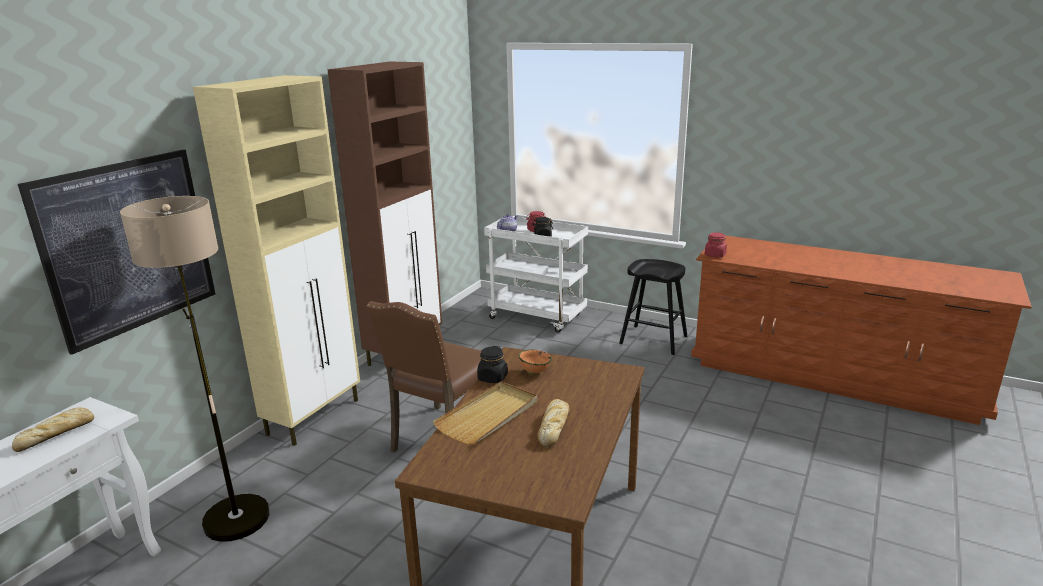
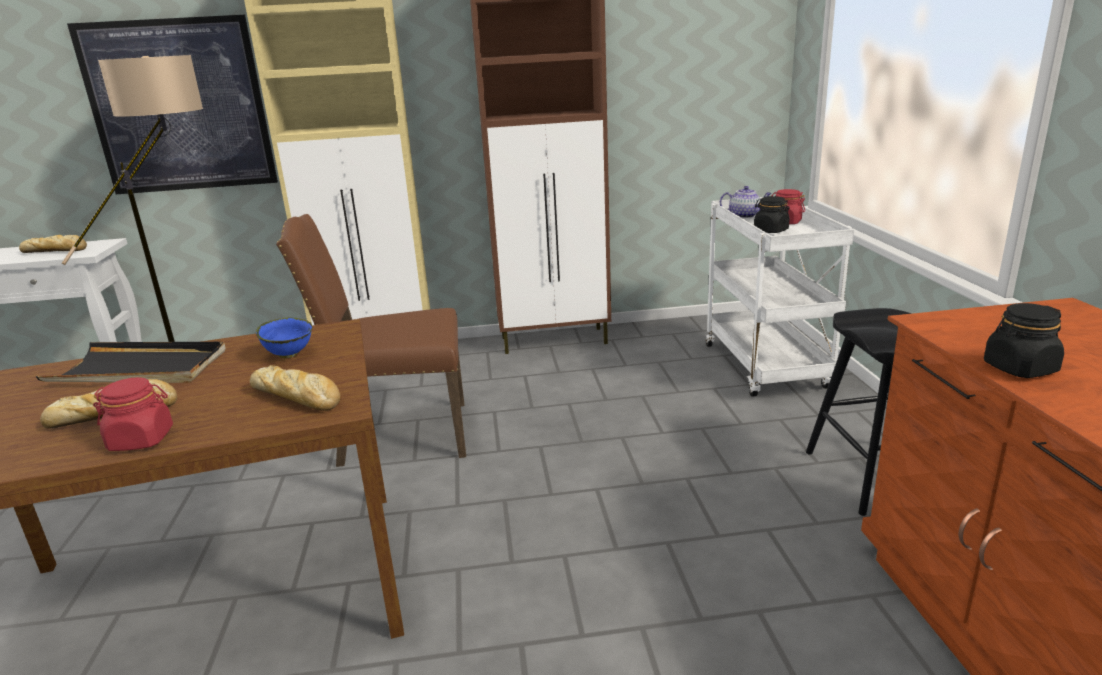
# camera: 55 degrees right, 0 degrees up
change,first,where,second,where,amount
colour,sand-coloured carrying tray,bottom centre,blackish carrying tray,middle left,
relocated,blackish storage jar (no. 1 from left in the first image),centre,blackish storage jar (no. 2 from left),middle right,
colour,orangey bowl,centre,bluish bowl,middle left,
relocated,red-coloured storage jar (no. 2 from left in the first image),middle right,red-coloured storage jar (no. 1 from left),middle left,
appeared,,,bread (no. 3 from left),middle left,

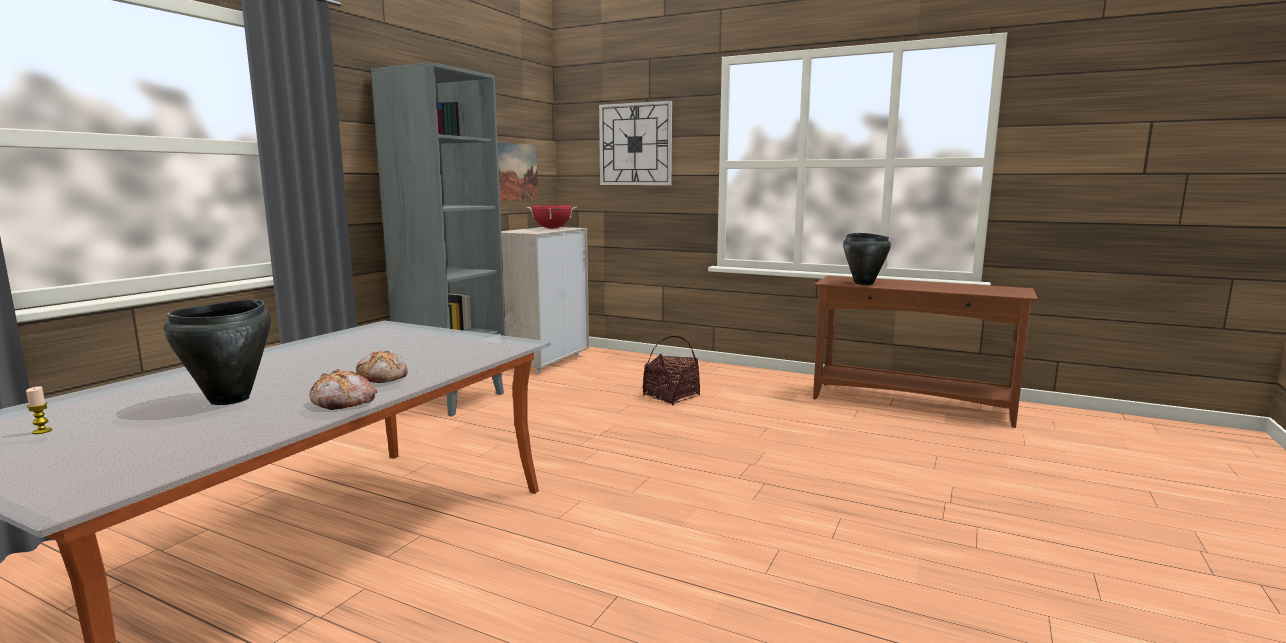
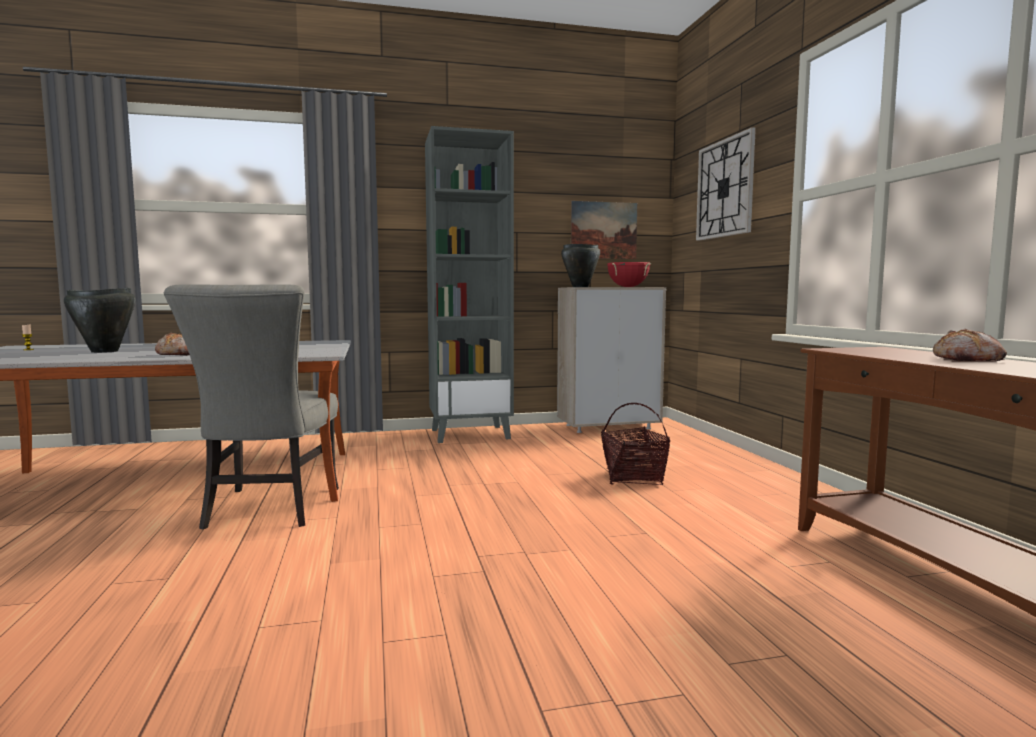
# camera: 50 degrees right, 5 degrees down
change,first,where,second,where,amount
relocated,bread (no. 1 from left in the first image),middle left,bread (no. 2 from left),middle right,
relocated,blackish cooking pot (no. 2 from left),middle right,,centre,
appeared,,,grey plain chair,middle left,

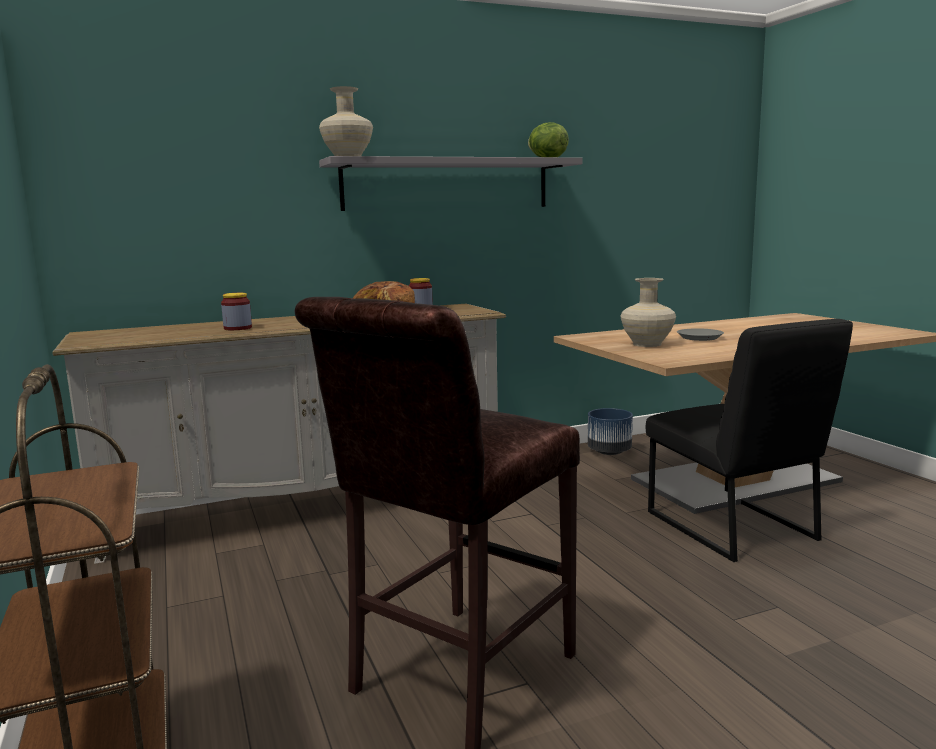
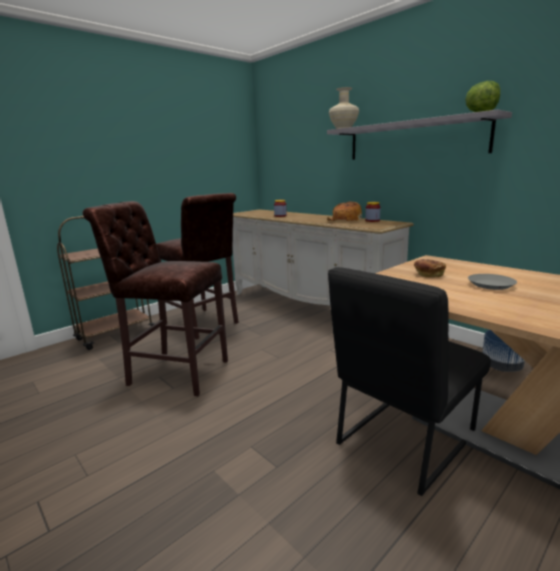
# camera: 70 degrees right, 5 degrees up
change,first,where,second,where,amount
exchanged,sand-coloured decorative vase (no. 2 from left),middle right,bread (no. 2 from left),middle right,
appeared,,,brownish sitting stool (no. 2 from left),centre,

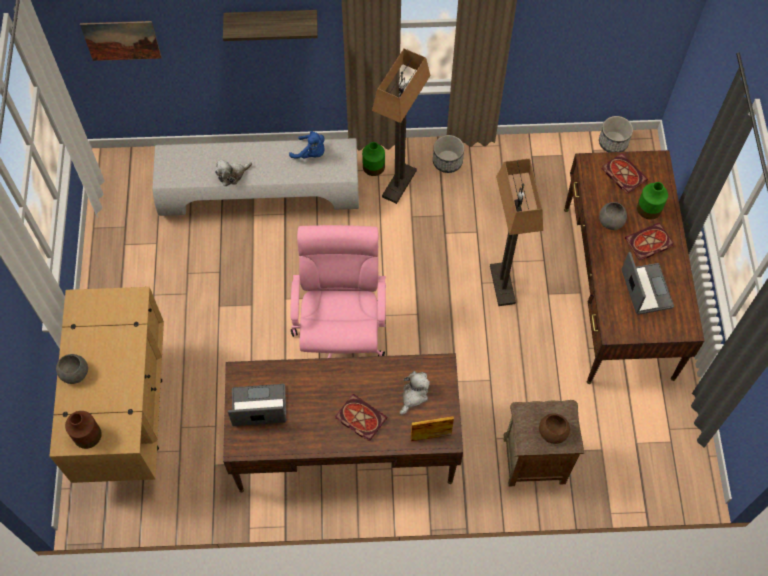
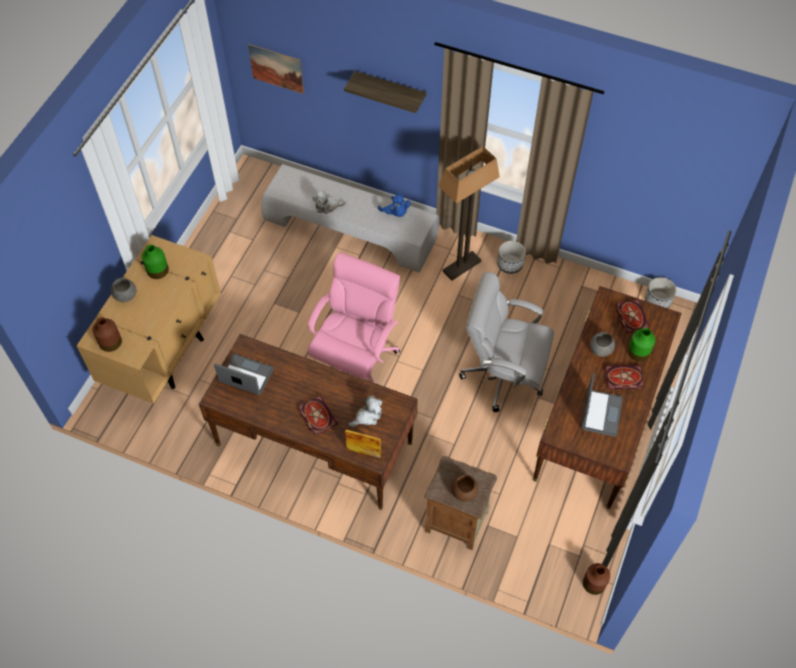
# camera: 25 degrees right, 5 degrees down
change,first,where,second,where,amount
relocated,greenish decorative vase (no. 1 from left),top centre,,middle left,
exchanged,standard lamp (no. 2 from left),middle right,grey desk chair,centre,
appeared,,,brownish decorative vase (no. 2 from left),bottom right,

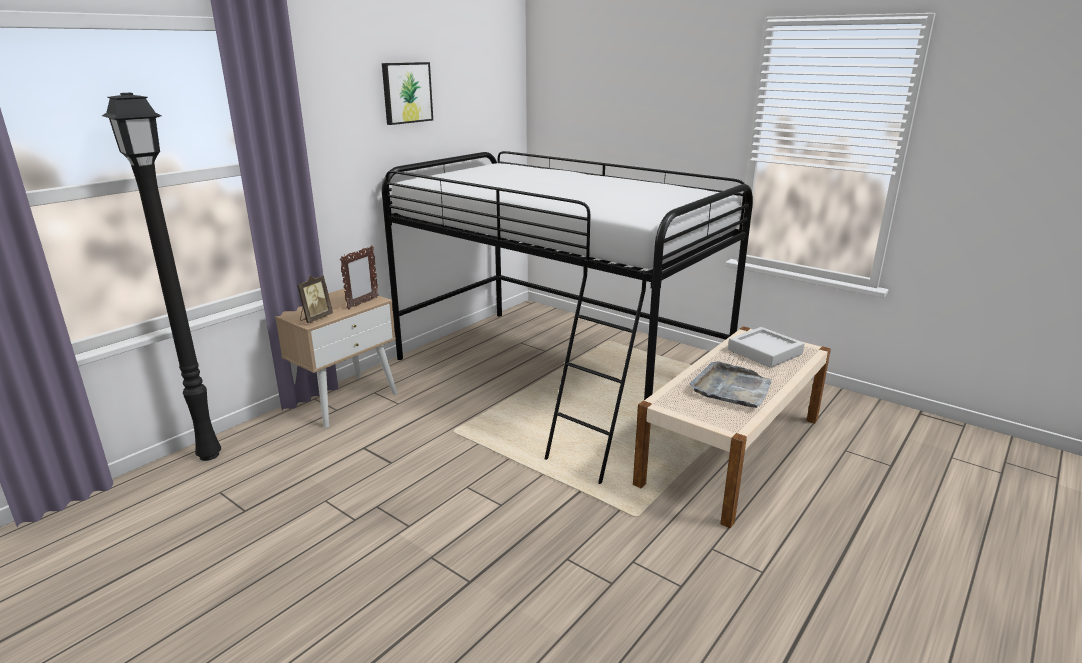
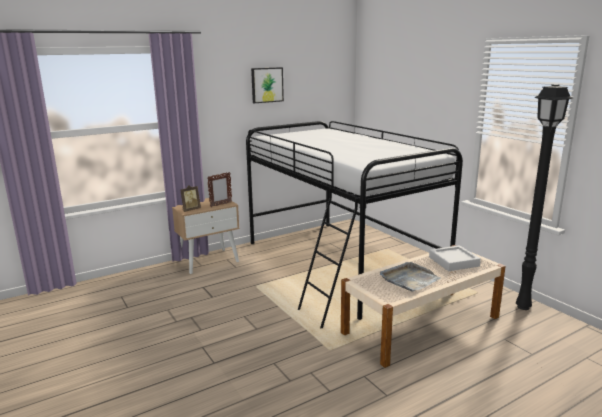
# camera: 20 degrees right, 5 degrees down
change,first,where,second,where,amount
relocated,blackish standard lamp,middle left,,middle right,

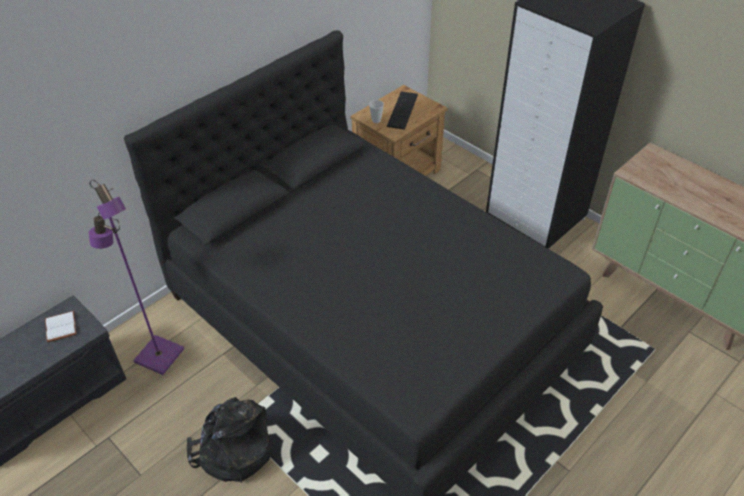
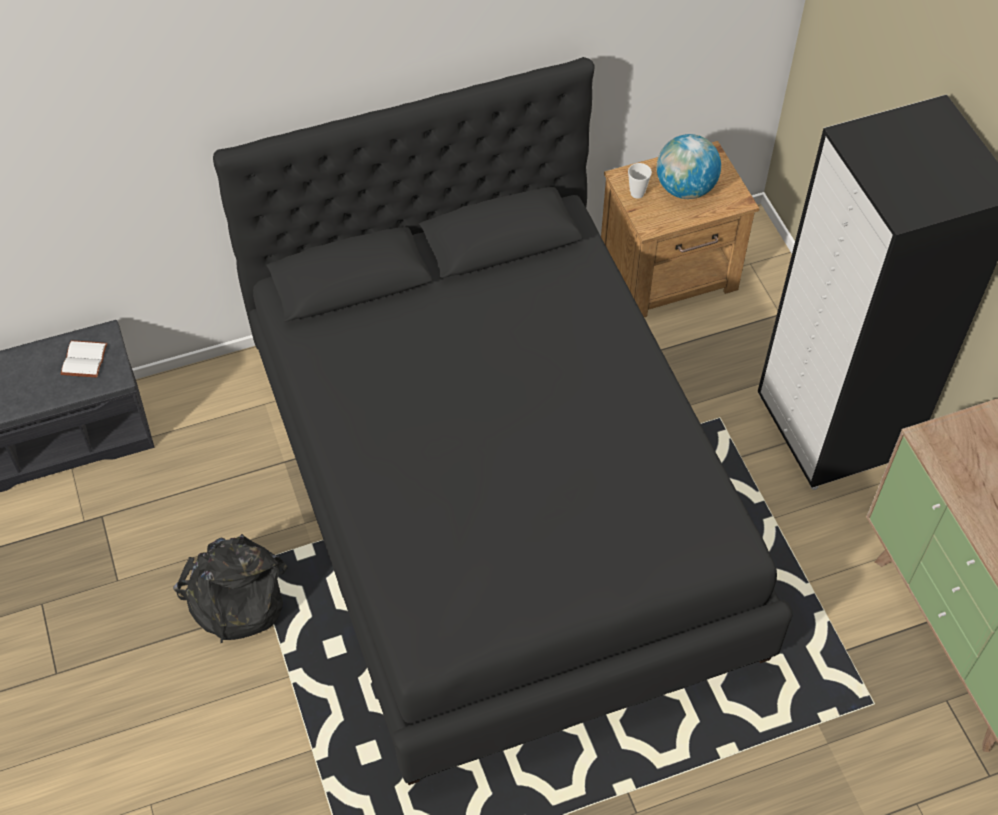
# camera: 25 degrees right, 10 degrees up
change,first,where,second,where,amount
missing,purple standard lamp,middle left,,,
exchanged,keyboard,top centre,desk globe,top right,

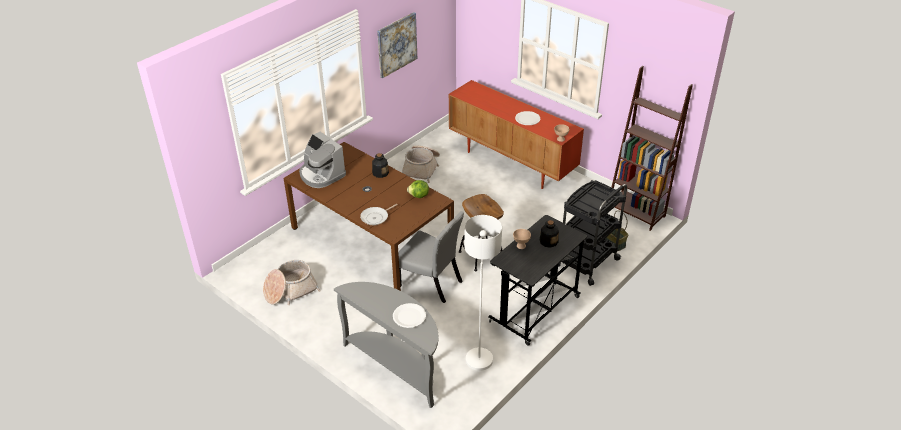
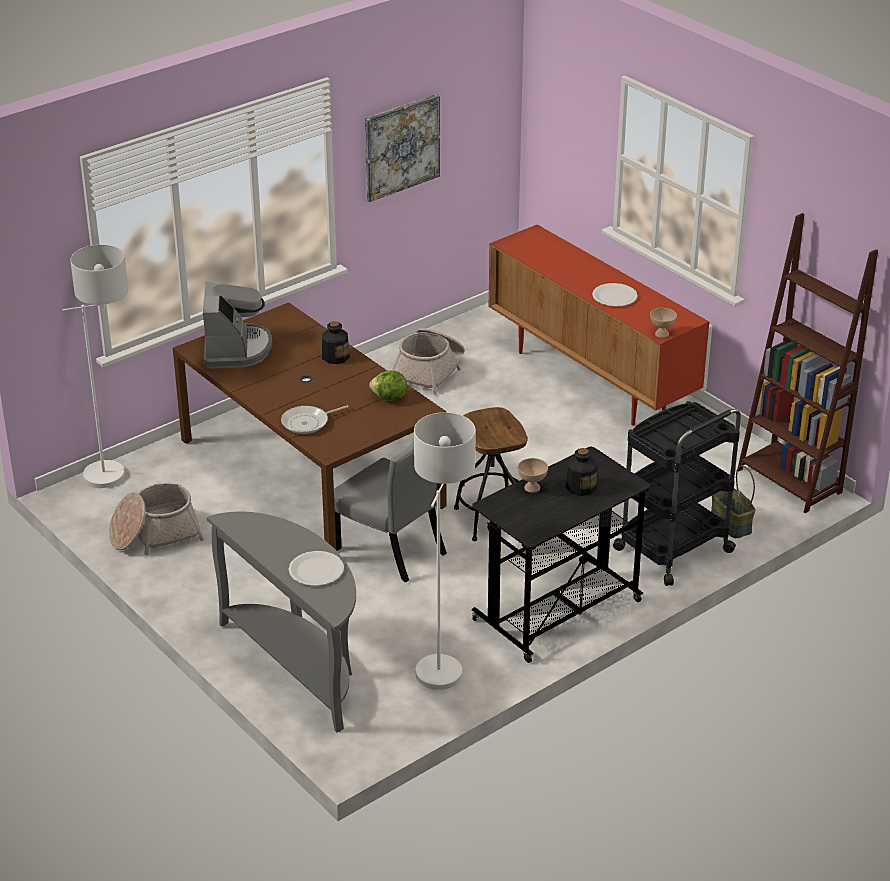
# camera: 10 degrees right, 5 degrees down
change,first,where,second,where,amount
spun,coffee machine,centre,,middle left,150 degrees counterclockwise
appeared,,,whitish standard lamp (no. 1 from left),middle left,

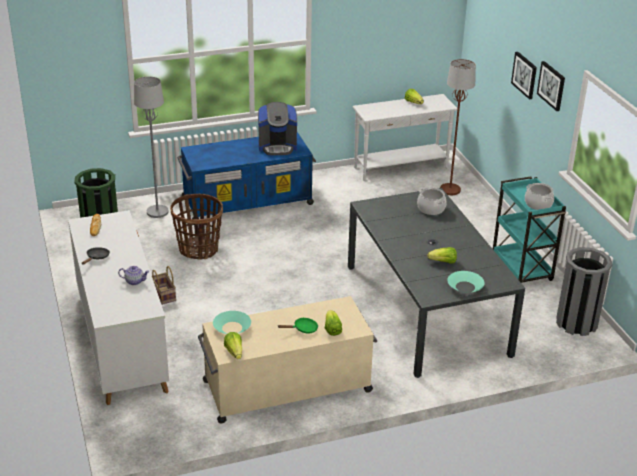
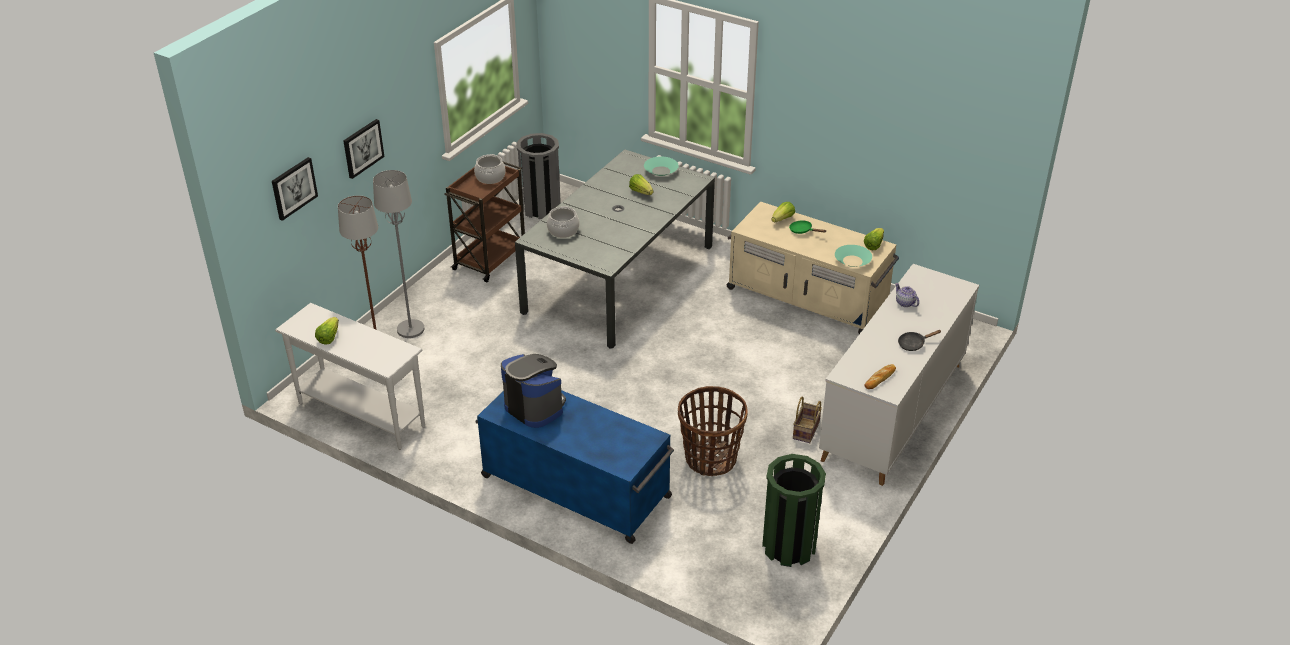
# camera: 130 degrees left, 5 degrees up
change,first,where,second,where,amount
relocated,grey standard lamp,top left,,middle left,
colour,turquoise-coloured wheeled cart,middle right,brownish wheeled cart,centre,
relocated,wall picture (no. 2 from left in the first image),top right,wall picture (no. 1 from left),top left,

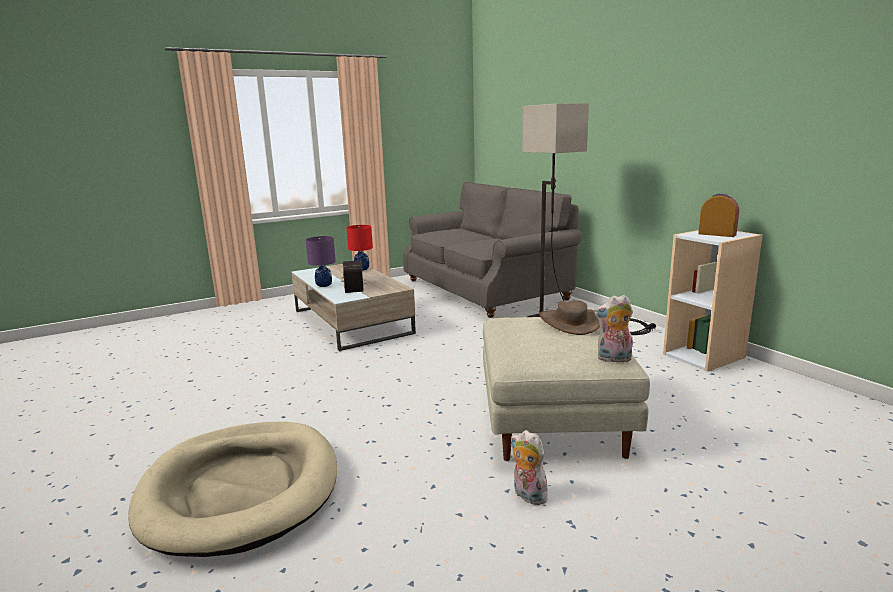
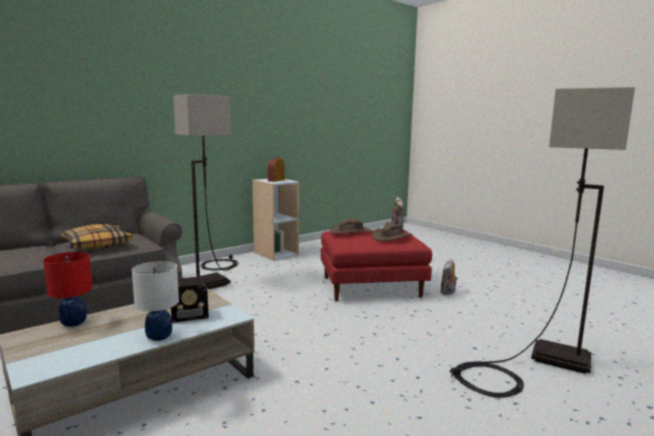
# camera: 100 degrees left, 5 degrees down
change,first,where,second,where,amount
exchanged,sand-coloured pet bed,bottom left,standard lamp (no. 2 from left),middle right,
colour,purple tabletop lamp,centre,whitish tabletop lamp,bottom left,
colour,sand-coloured pouffe,centre,red-coloured pouffe,centre,
appeared,,,pillow,middle left,
appeared,,,brownish clothing hat (no. 2 from left),centre,

